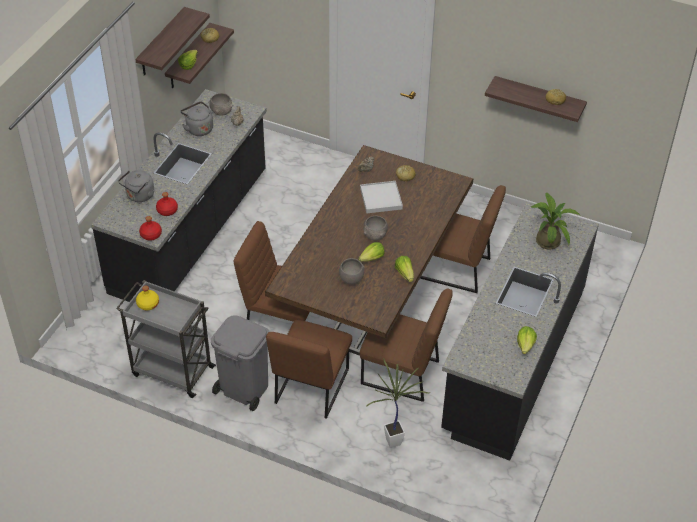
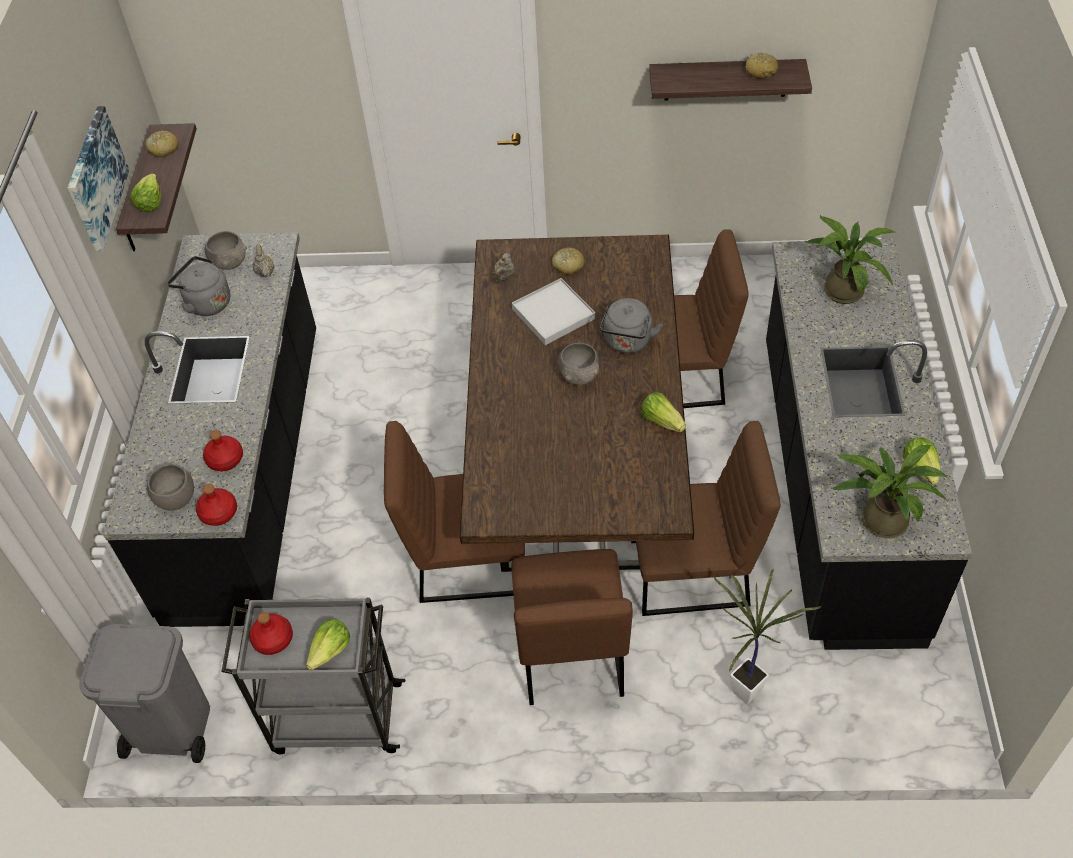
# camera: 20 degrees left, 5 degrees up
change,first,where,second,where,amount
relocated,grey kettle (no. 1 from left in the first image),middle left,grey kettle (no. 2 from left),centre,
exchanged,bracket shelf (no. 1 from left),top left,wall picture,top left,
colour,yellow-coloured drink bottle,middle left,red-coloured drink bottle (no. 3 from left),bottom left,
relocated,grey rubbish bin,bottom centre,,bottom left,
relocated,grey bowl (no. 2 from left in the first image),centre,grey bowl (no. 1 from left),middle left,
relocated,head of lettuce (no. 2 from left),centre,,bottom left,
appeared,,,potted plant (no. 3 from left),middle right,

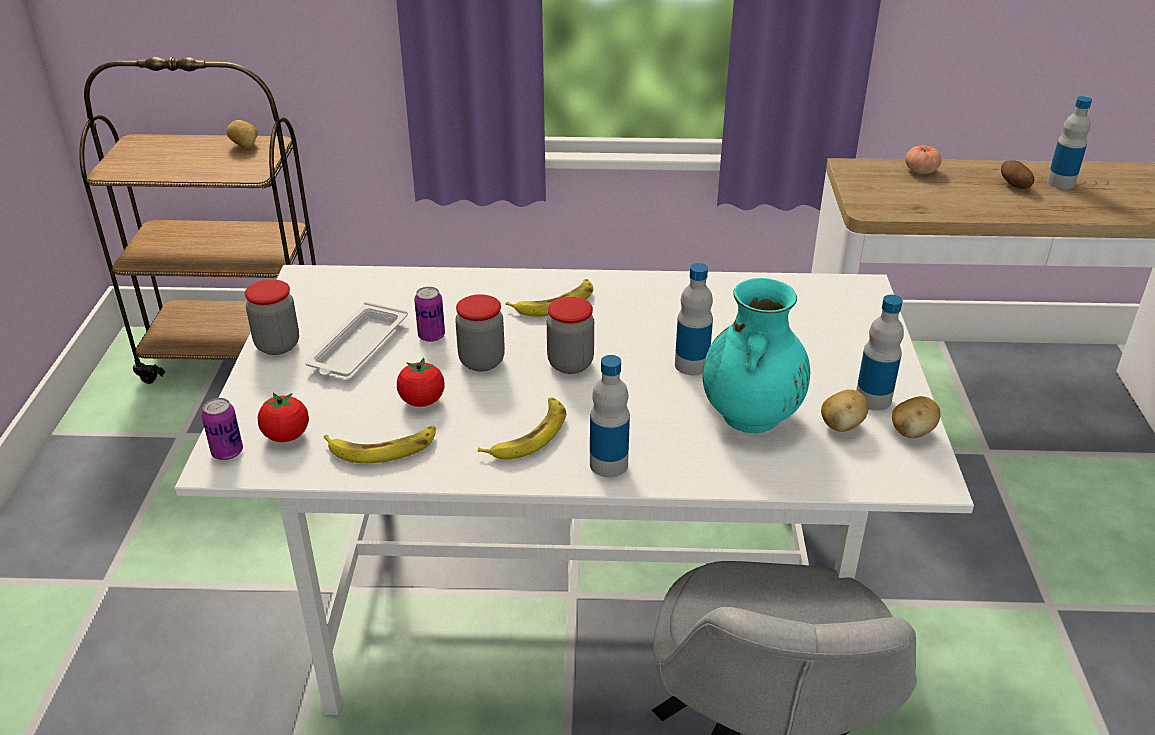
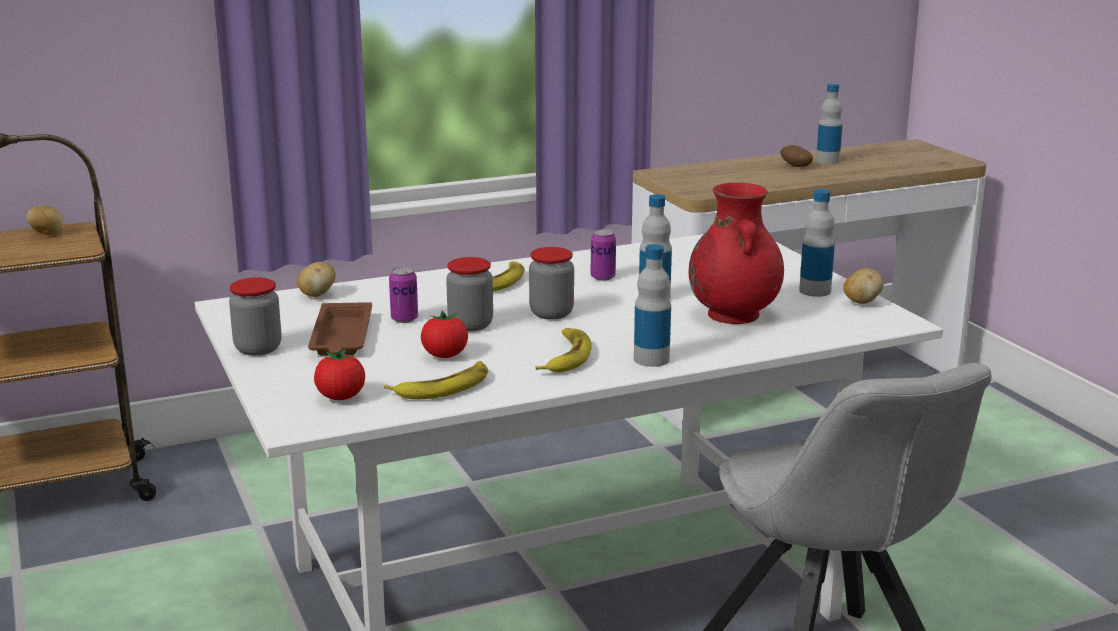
# camera: 25 degrees left, 15 degrees down
change,first,where,second,where,amount
relocated,can (no. 1 from left in the first image),middle left,can (no. 2 from left),centre,
colour,whitish carrying tray,middle left,brownish carrying tray,middle left,
colour,turquoise-coloured decorative vase,centre,red-coloured decorative vase,centre,
relocated,potato (no. 2 from left),middle right,,middle left,
missing,tomato (no. 3 from left),top right,,,

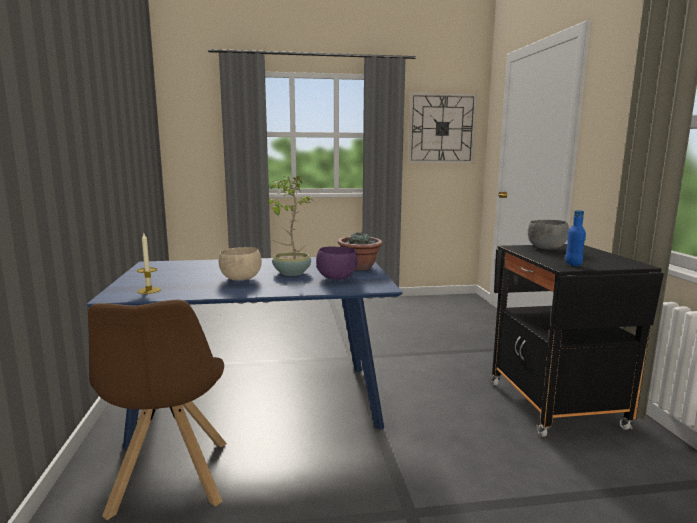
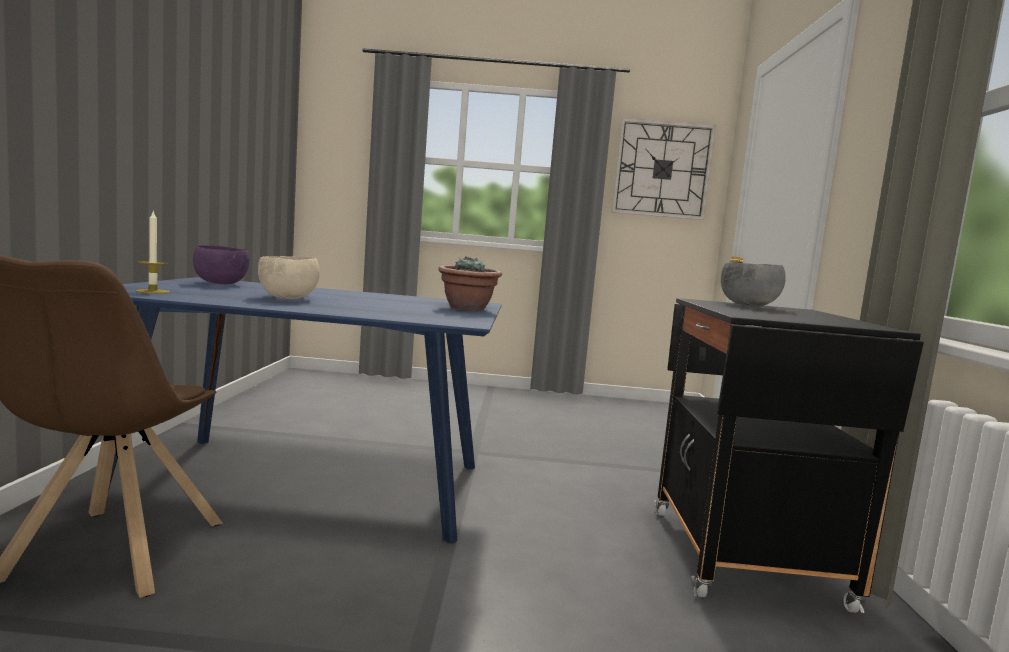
# camera: 10 degrees right, 5 degrees down
change,first,where,second,where,amount
missing,potted plant (no. 1 from left),centre,,,
relocated,purple bowl,centre,,middle left,
missing,bluish drink bottle,middle right,,,

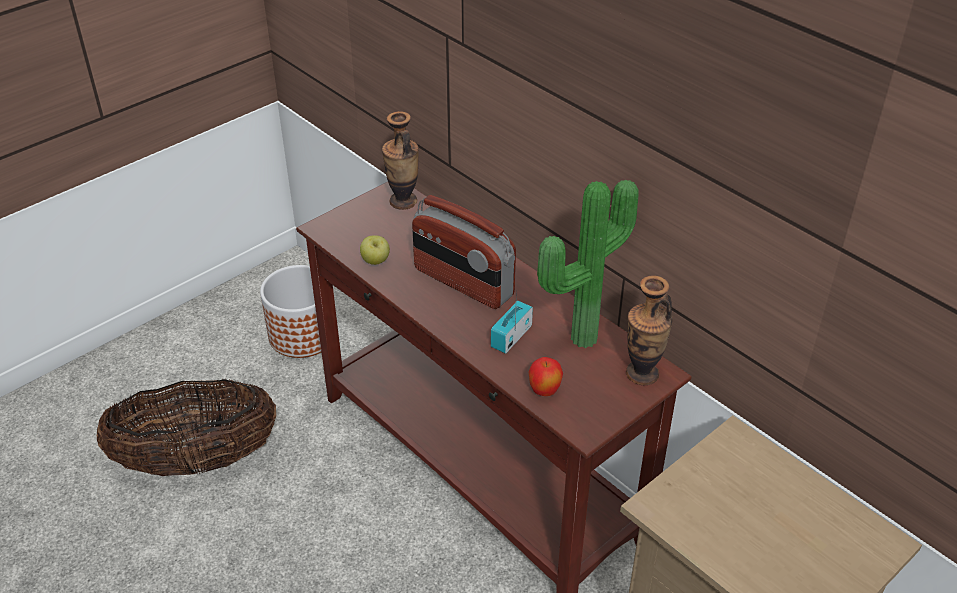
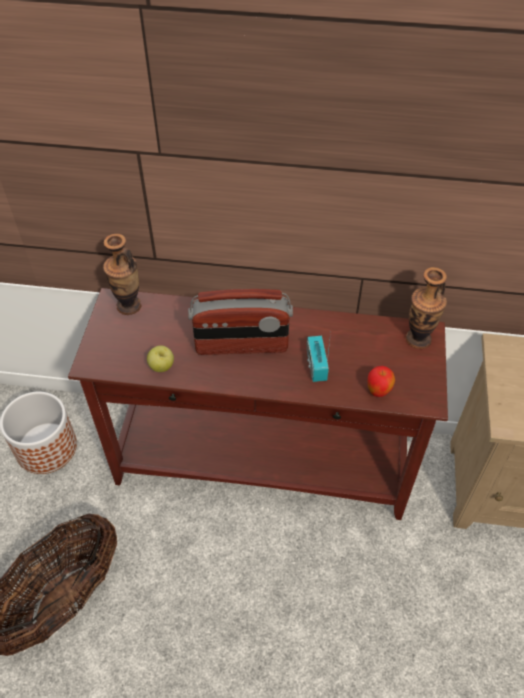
# camera: 40 degrees left, 10 degrees up
change,first,where,second,where,amount
missing,potted plant,centre,,,

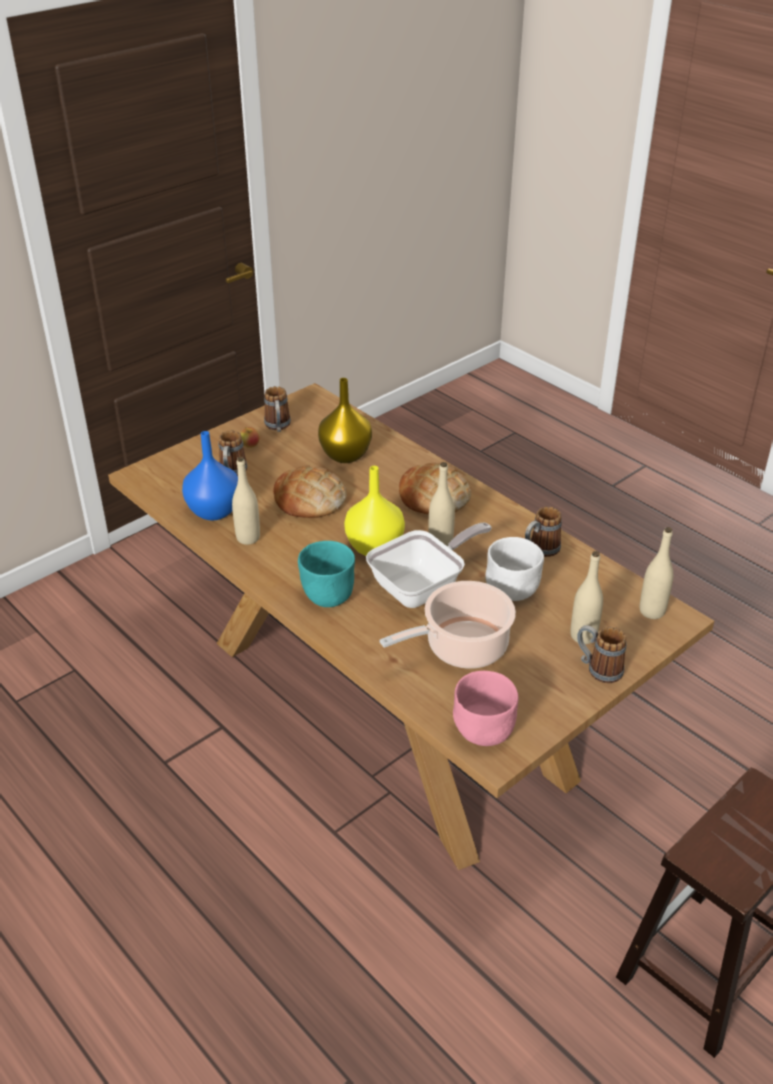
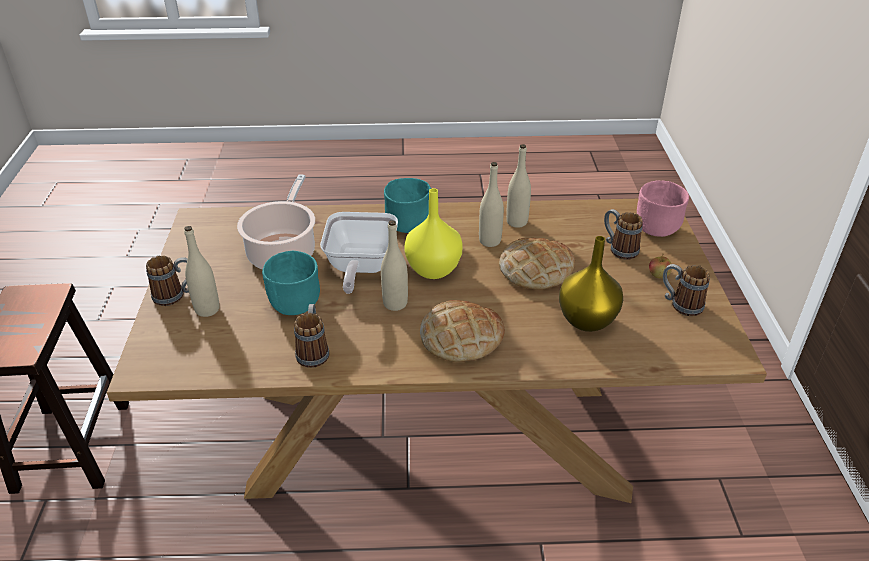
# camera: 130 degrees right, 0 degrees up
change,first,where,second,where,amount
missing,bluish decorative vase,middle left,,,
relocated,pinkish bowl,centre,,middle right,
colour,whitish bowl,centre,turquoise-coloured bowl (no. 1 from left),centre,
relocated,sand-coloured drink bottle (no. 4 from left in the first image),middle right,sand-coloured drink bottle (no. 3 from left),centre,

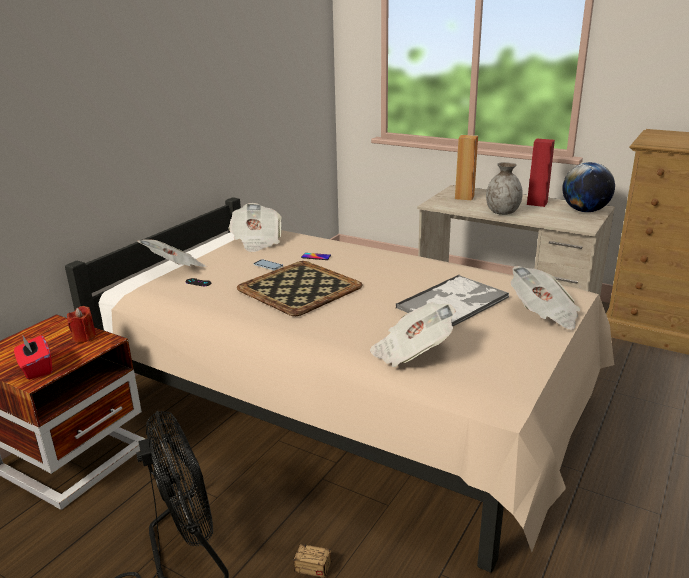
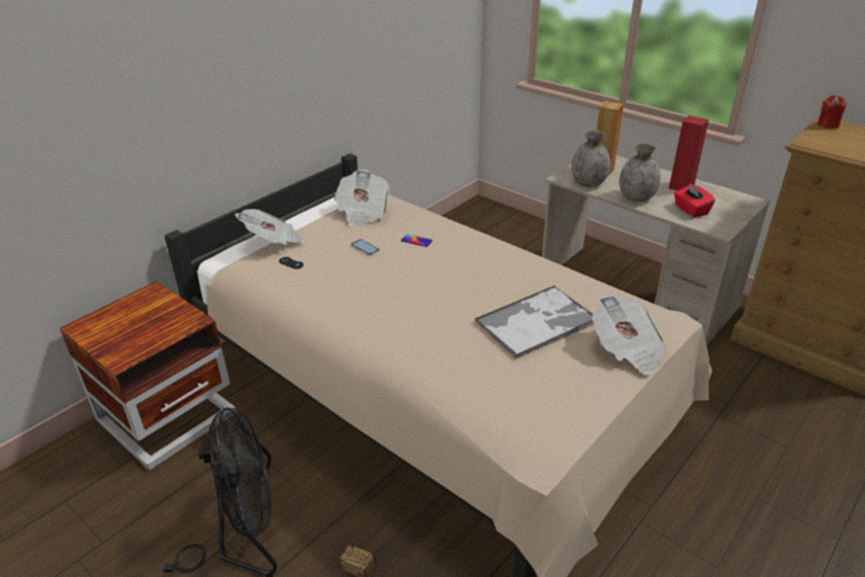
# camera: 10 degrees right, 10 degrees up
change,first,where,second,where,amount
relocated,red-coloured tissue box,middle left,,middle right,
relocated,red-coloured wax candle,middle left,,top right,
missing,carrying tray (no. 1 from left),centre,,,
missing,daily paper (no. 3 from left),centre,,,
missing,desk globe,top right,,,
appeared,,,grey decorative vase (no. 1 from left),top right,

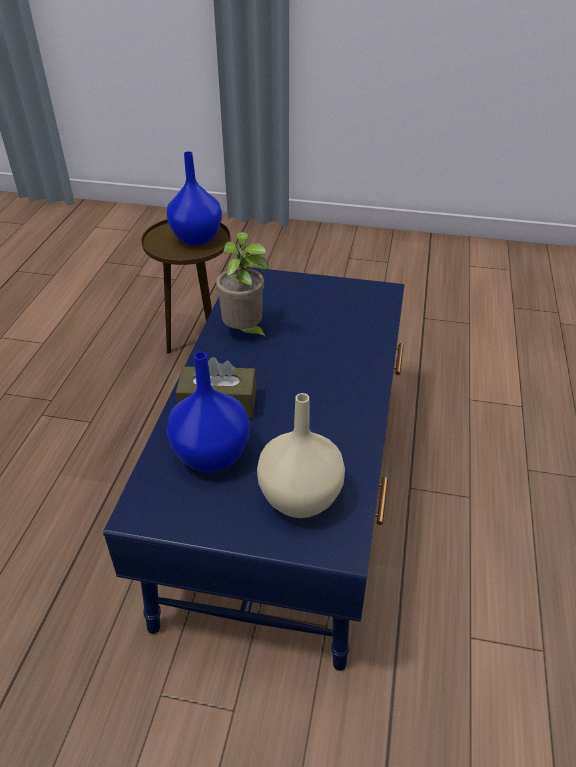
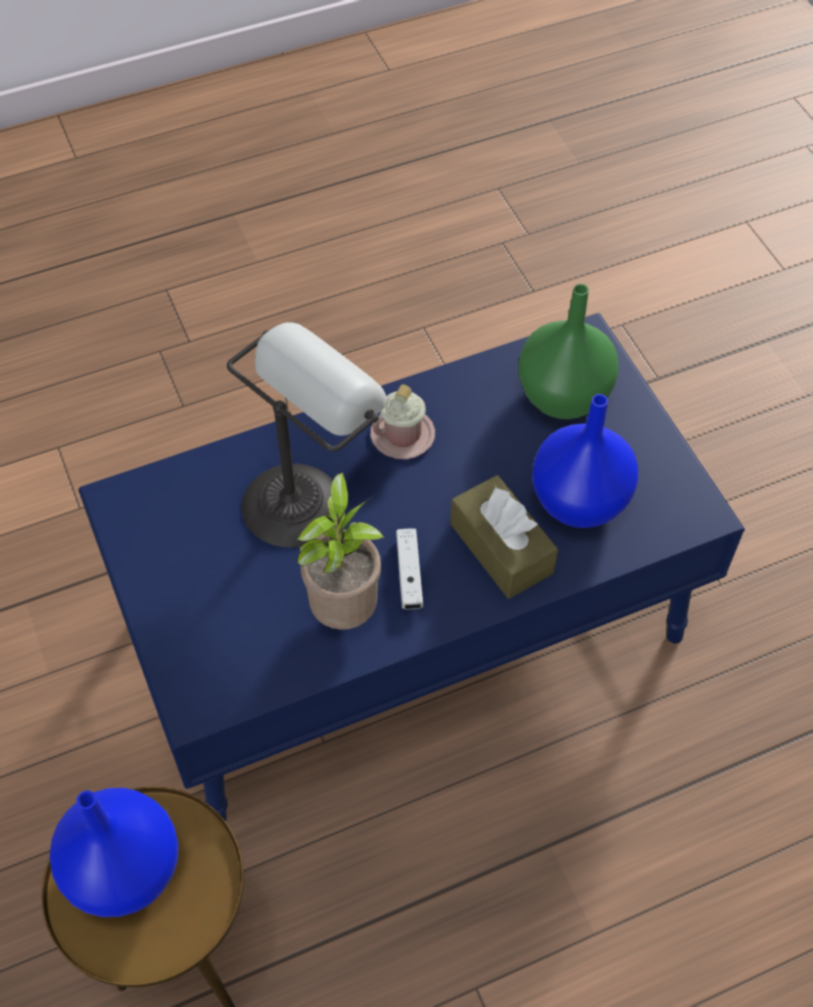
# camera: 125 degrees left, 15 degrees up
change,first,where,second,where,amount
colour,sand-coloured decorative vase,centre,greenish decorative vase,middle right,
appeared,,,tabletop lamp,centre,
appeared,,,pinkish tea mug,centre,
appeared,,,whitish game controller,centre,

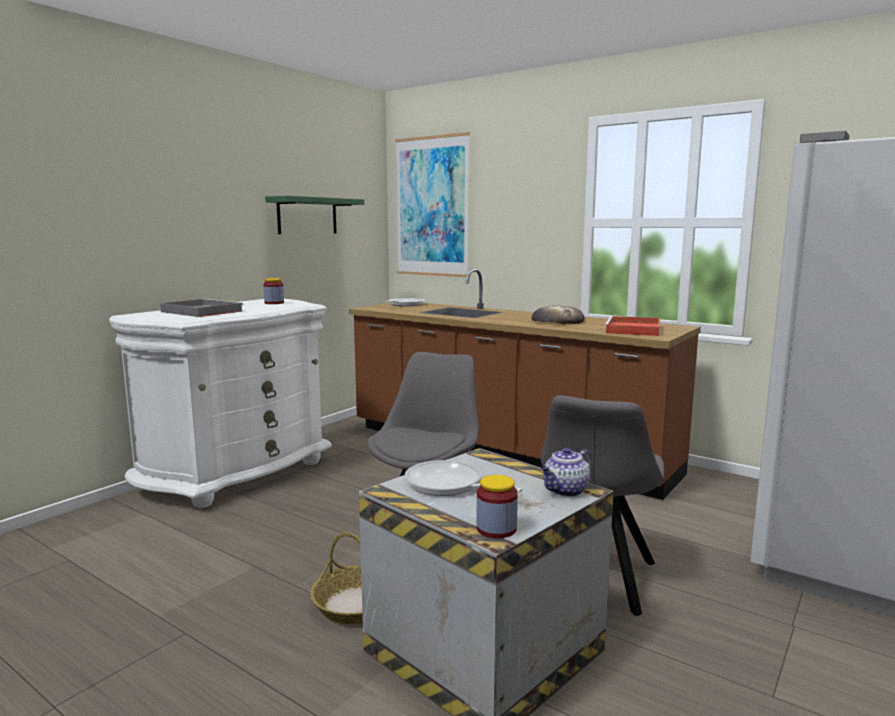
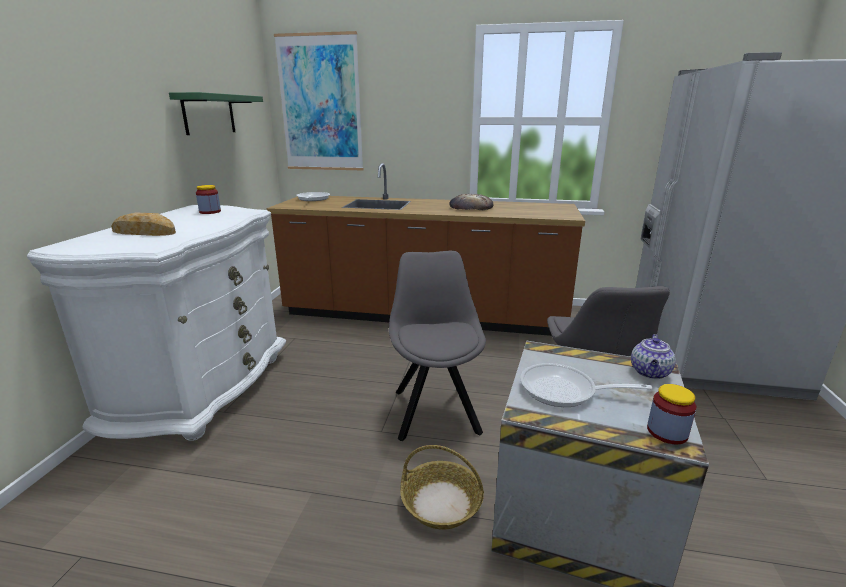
# camera: 25 degrees left, 10 degrees up
change,first,where,second,where,amount
exchanged,grey carrying tray,middle left,bread (no. 1 from left),middle left,
missing,red-coloured carrying tray,middle right,,,

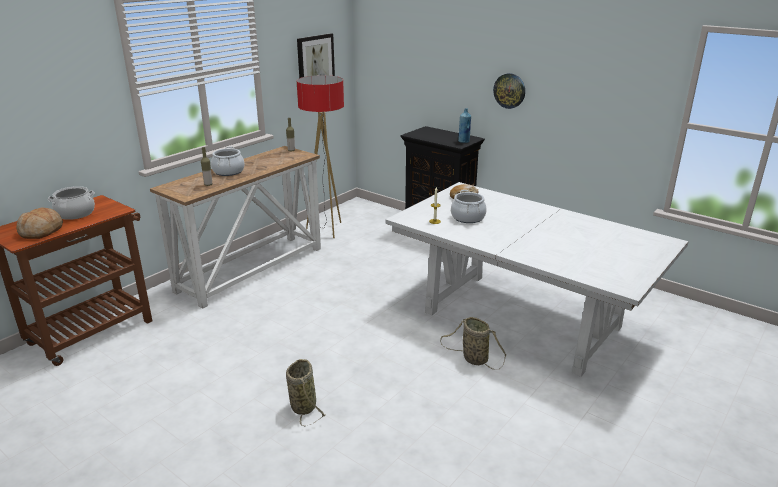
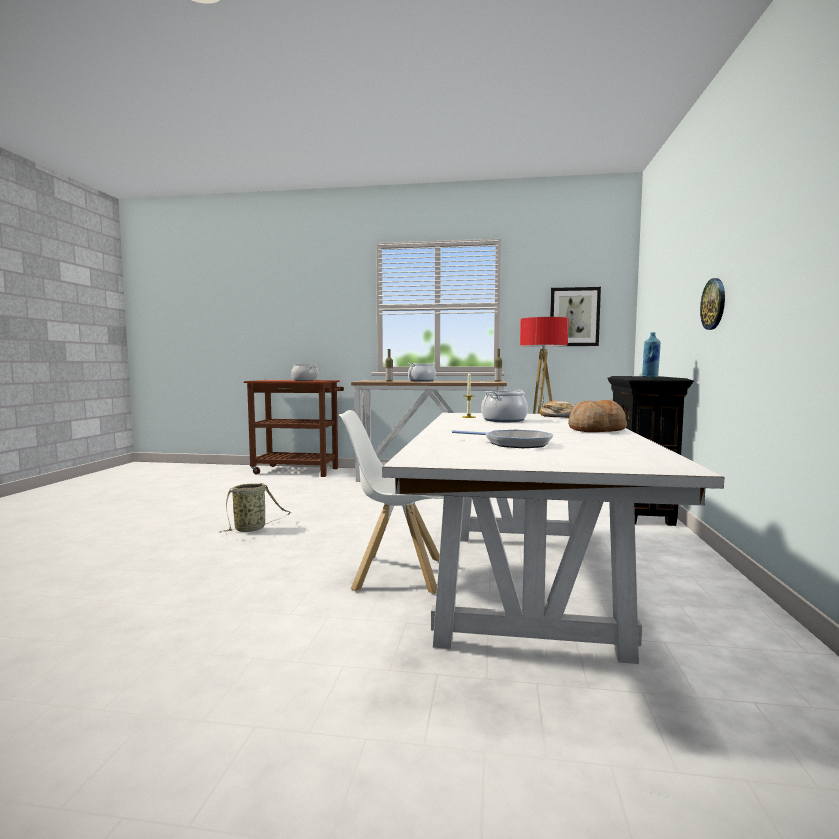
# camera: 60 degrees right, 20 degrees down
change,first,where,second,where,amount
relocated,bread (no. 1 from left in the first image),middle left,bread (no. 2 from left),middle right,
exchanged,basket (no. 2 from left),bottom centre,whitish plain chair,centre,
appeared,,,skillet,centre,

